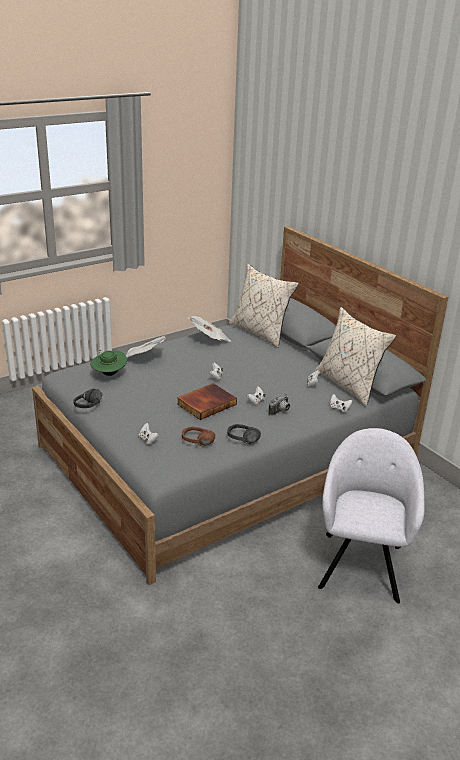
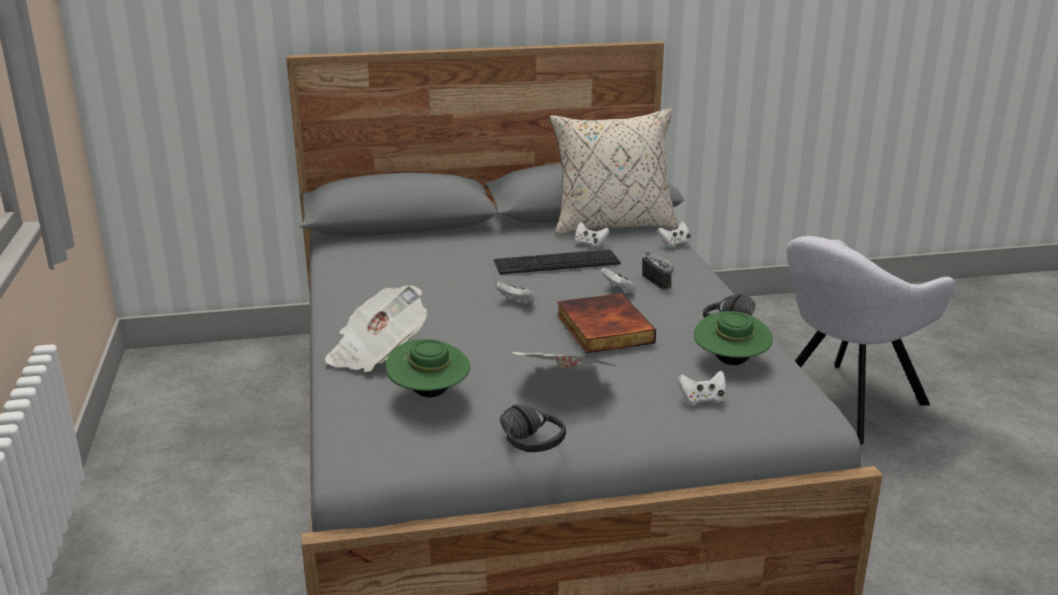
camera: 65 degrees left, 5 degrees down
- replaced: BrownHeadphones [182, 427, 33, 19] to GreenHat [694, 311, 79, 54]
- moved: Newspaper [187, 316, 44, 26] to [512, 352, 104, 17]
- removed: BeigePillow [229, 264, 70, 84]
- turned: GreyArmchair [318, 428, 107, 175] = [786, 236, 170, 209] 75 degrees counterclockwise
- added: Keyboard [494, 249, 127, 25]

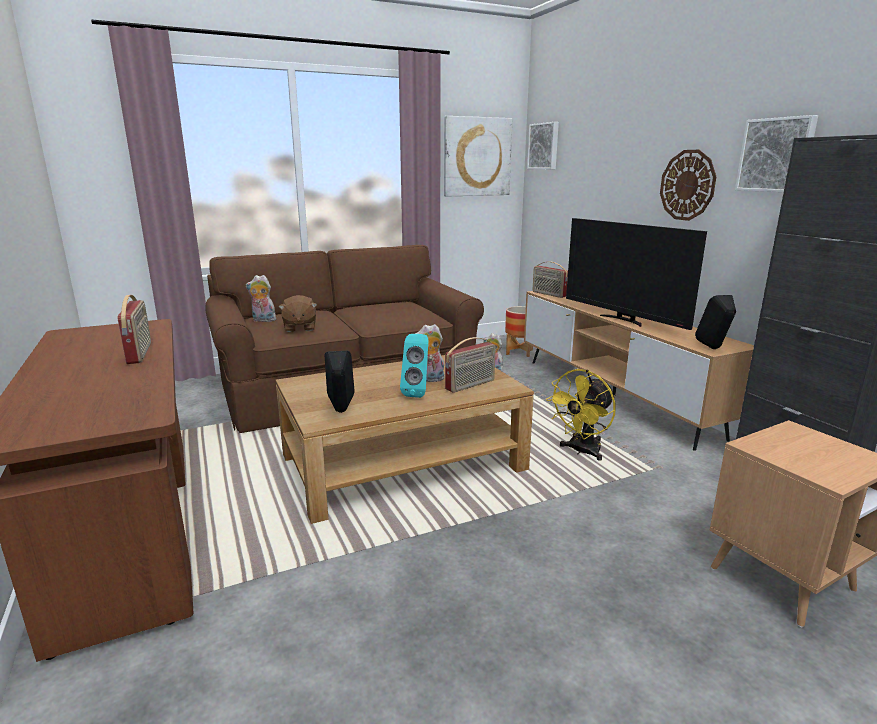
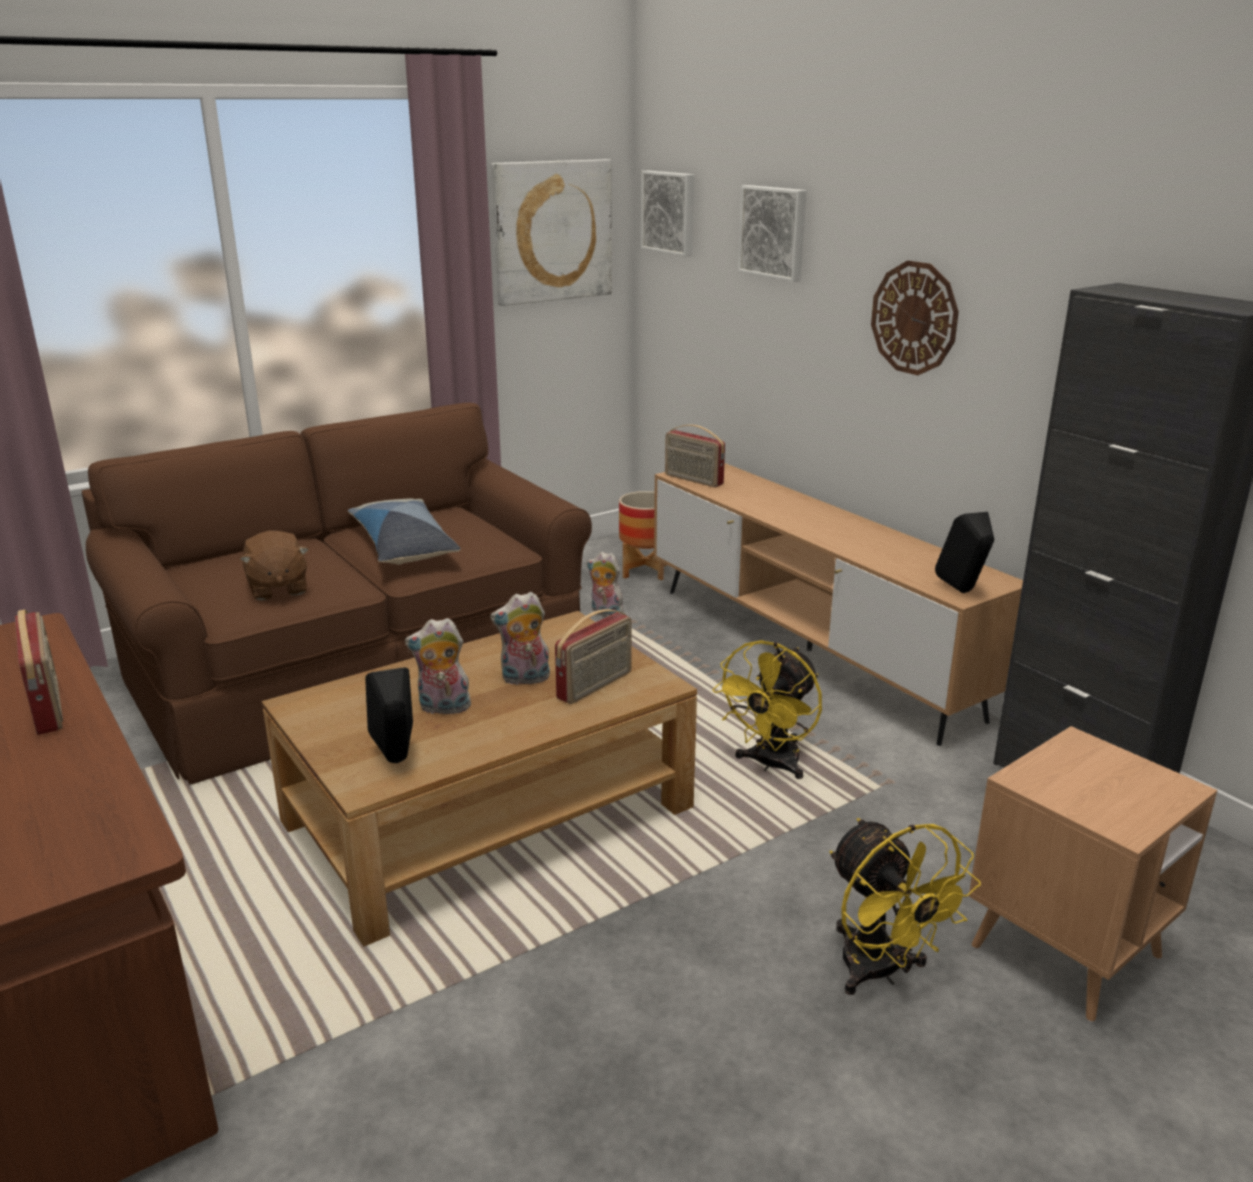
camera: 10 degrees left, 5 degrees up
- moved: PlushToy [246, 275, 30, 47] to [405, 618, 68, 99]
- removed: TurquoiseSpeaker [400, 334, 28, 64]
- removed: Television [566, 218, 141, 112]
- moved: Picture [735, 115, 83, 77] to [738, 185, 68, 97]
- added: Pillow [348, 498, 113, 67]
- added: YellowFan [829, 818, 152, 177]

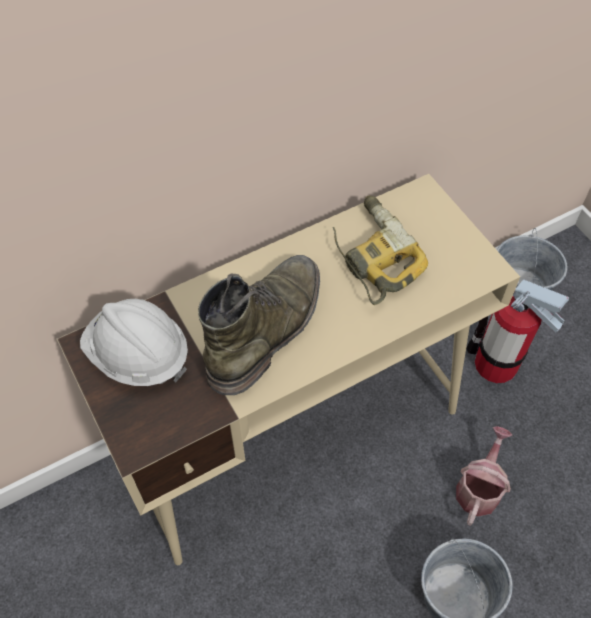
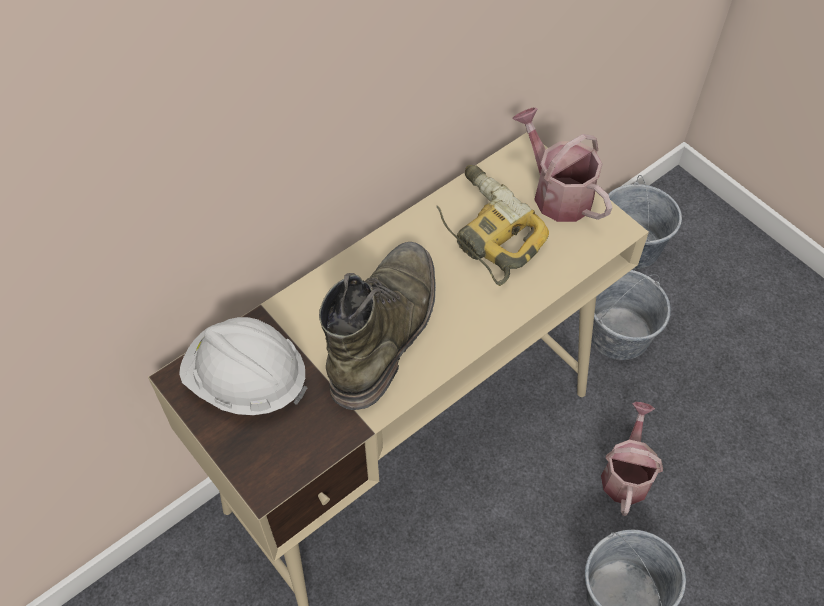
camera: 10 degrees left, 0 degrees up
- replaced: FireExtinguisher [466, 279, 103, 104] to GreyBucket [591, 270, 80, 90]
- added: WateringCan [512, 107, 101, 115]

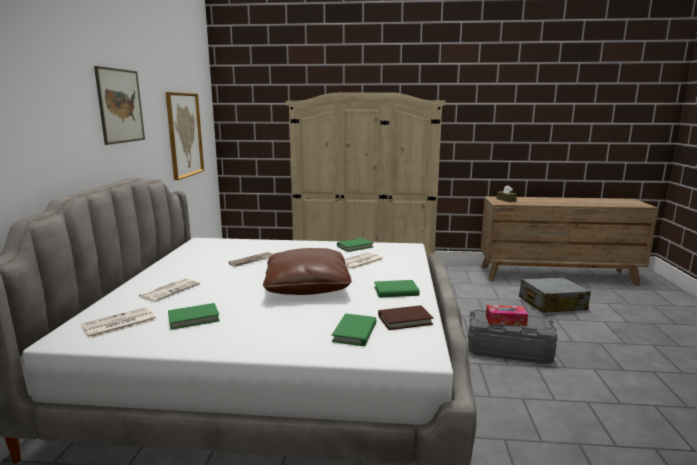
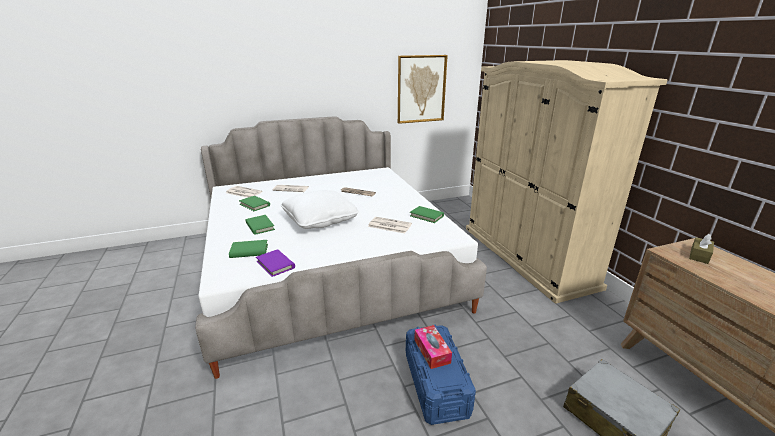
camera: 65 degrees right, 10 degrees up
- removed: Picture [94, 66, 51, 79]
- recoloured: BrownPillow [263, 248, 89, 47] to WhitePillow [281, 190, 78, 39]
- moved: GreenBook [374, 280, 46, 18] to [246, 215, 29, 20]
- recoloured: BrownBook [378, 305, 55, 25] to PurpleBook [256, 249, 39, 28]
- recoloured: GreyStorageBox [468, 309, 89, 55] to BlueStorageBox [406, 325, 70, 100]

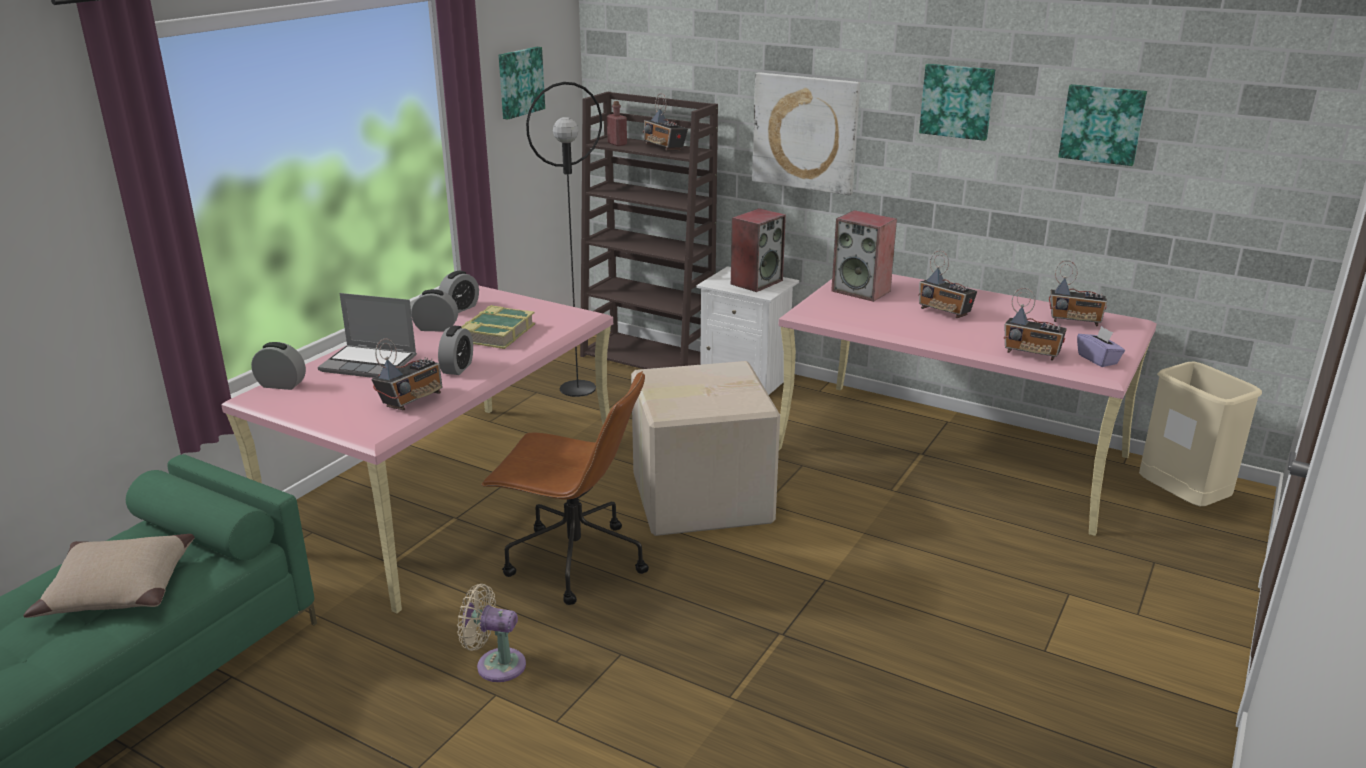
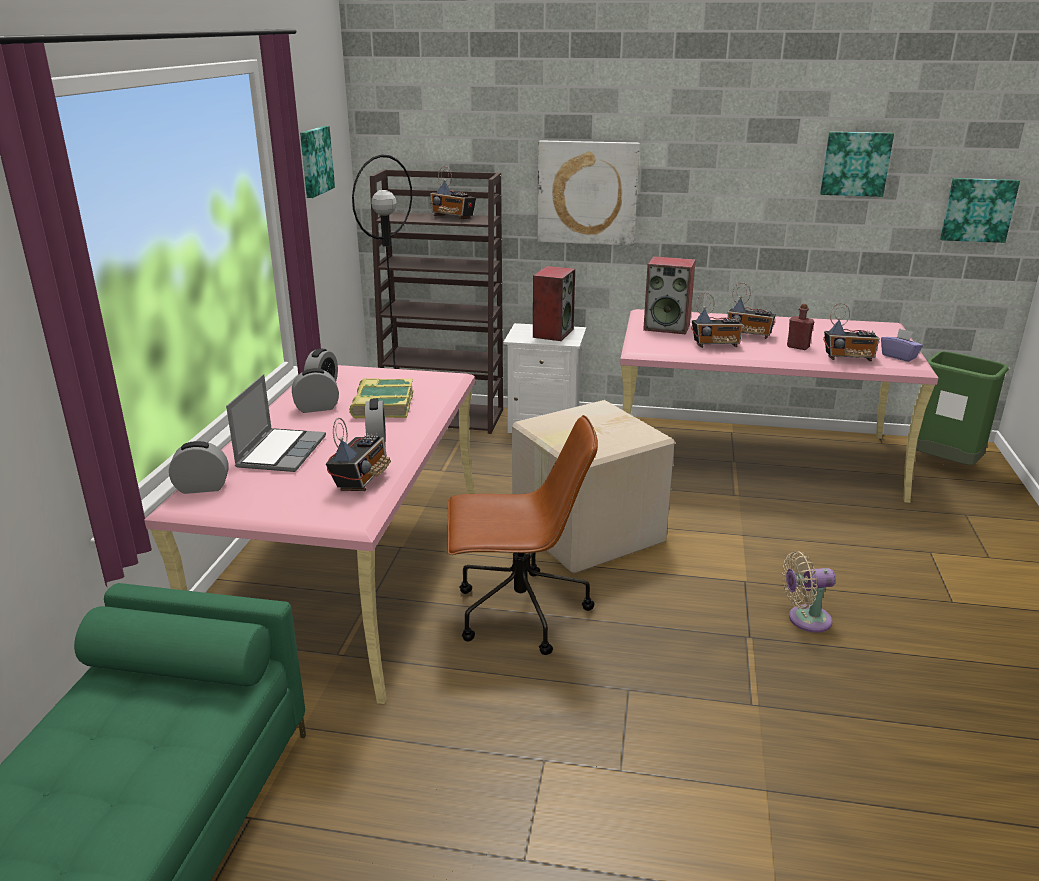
camera: 20 degrees left, 0 degrees up
- removed: BeigePillow [23, 534, 172, 84]
- turned: Laptop [318, 293, 99, 85] = [226, 374, 100, 98] 75 degrees counterclockwise
- moved: BeigeFan [457, 584, 69, 98] to [782, 551, 54, 81]
- moved: RedBottle [607, 101, 20, 45] to [787, 304, 27, 46]
- moved: Picture [919, 64, 76, 77] to [940, 178, 80, 65]
- moved: Radio [1049, 260, 58, 66] to [691, 293, 52, 55]
- recoloured: BeigeTrashCan [1139, 362, 123, 144] to GreenTrashCan [916, 351, 93, 114]

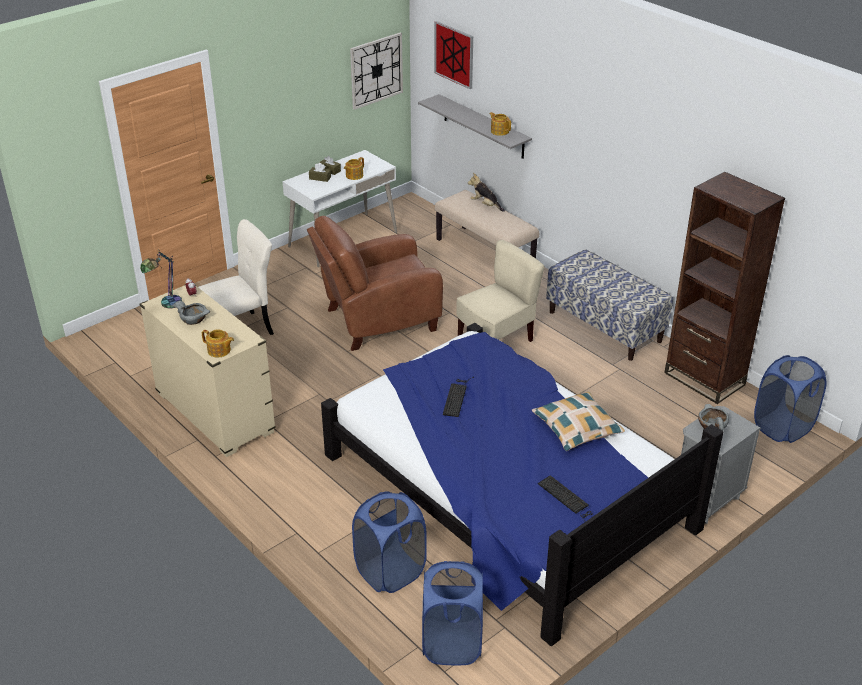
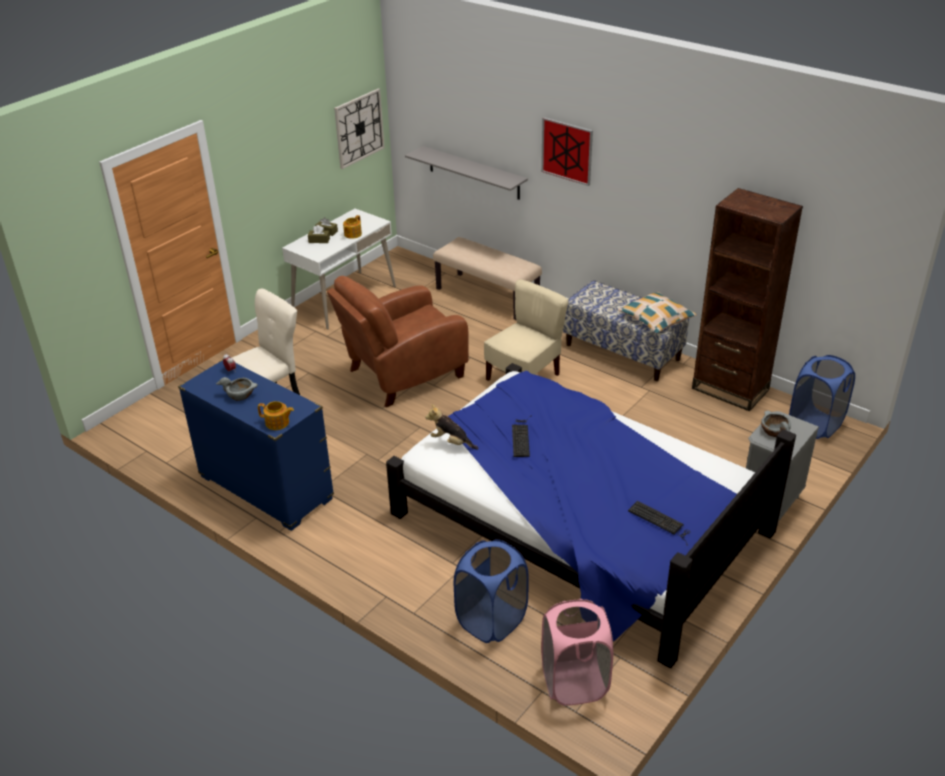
camera: 10 degrees left, 0 degrees up
- removed: TableLamp [140, 250, 42, 59]
- recoloured: BeigeDresser [140, 284, 136, 173] to BlueDresser [178, 358, 156, 173]
- recoloured: BlueLaundryBasket [422, 561, 61, 104] to PinkLaundryBasket [541, 599, 72, 107]
- moved: Picture [434, 21, 39, 68] to [541, 117, 52, 69]
- moved: PlushToy [468, 173, 37, 39] to [425, 404, 53, 46]
- removed: Teapot [489, 112, 22, 24]
- moved: Pillow [532, 392, 93, 59] to [618, 292, 79, 42]

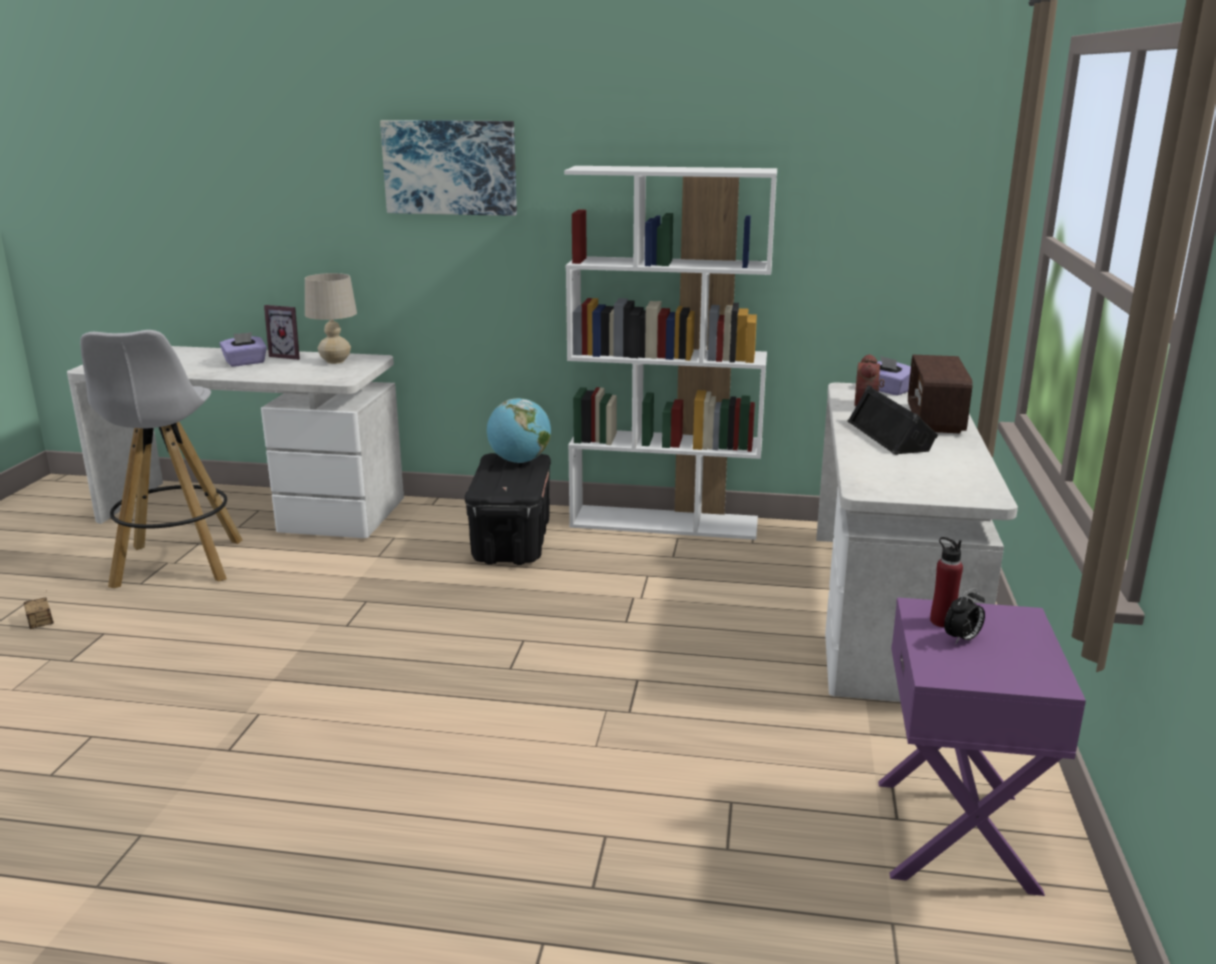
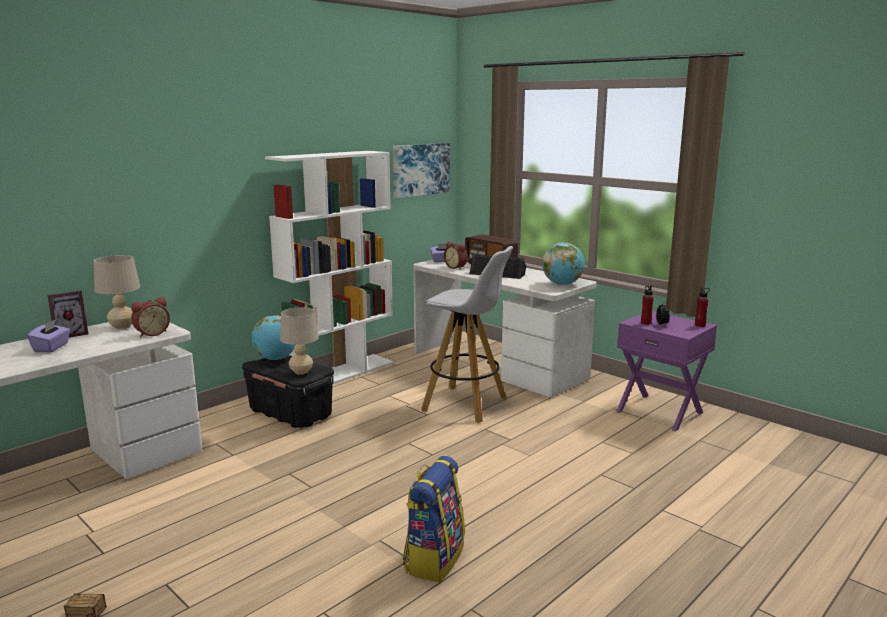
camera: 55 degrees left, 5 degrees down
- moved: WhiteStool [80, 330, 163, 258] to [421, 246, 92, 177]
- moved: Picture [380, 120, 137, 96] to [393, 143, 57, 55]
- added: AlarmClock [131, 297, 39, 41]
- added: BeigeTableLamp [280, 307, 39, 68]
- added: Backpack [403, 456, 62, 126]
- added: Globe [542, 243, 43, 42]
- added: RedBottle [695, 287, 15, 40]

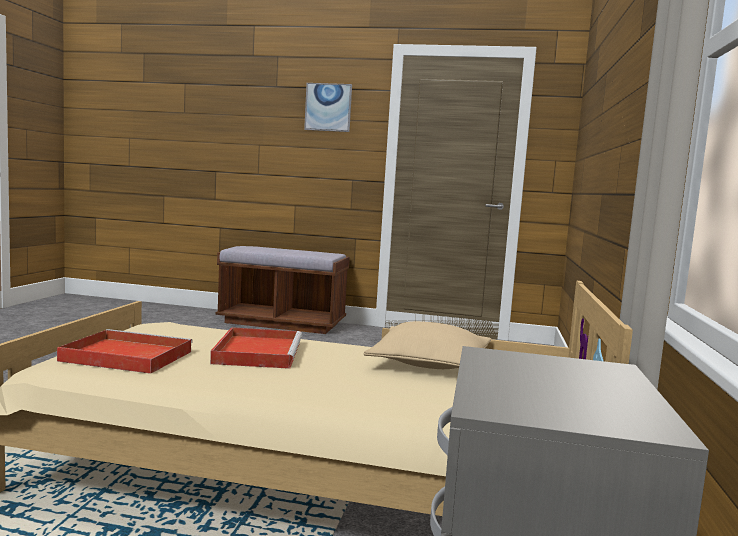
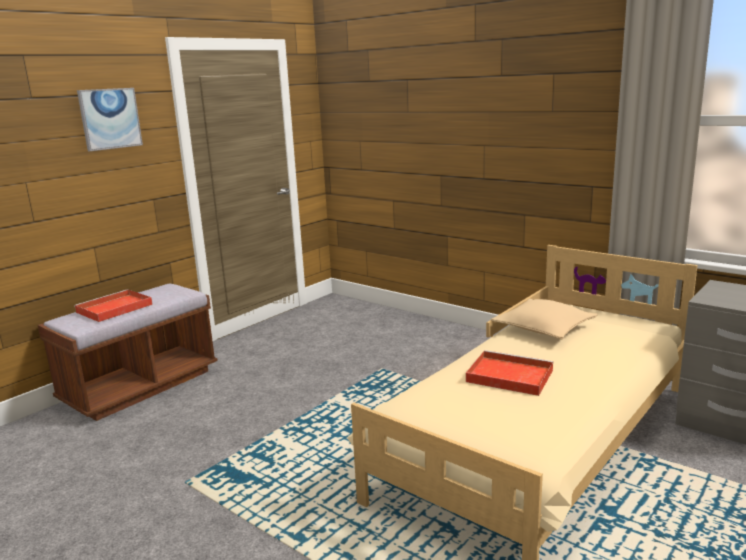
camera: 60 degrees left, 10 degrees up
- moved: RedTray [57, 329, 136, 45] to [74, 289, 79, 33]

